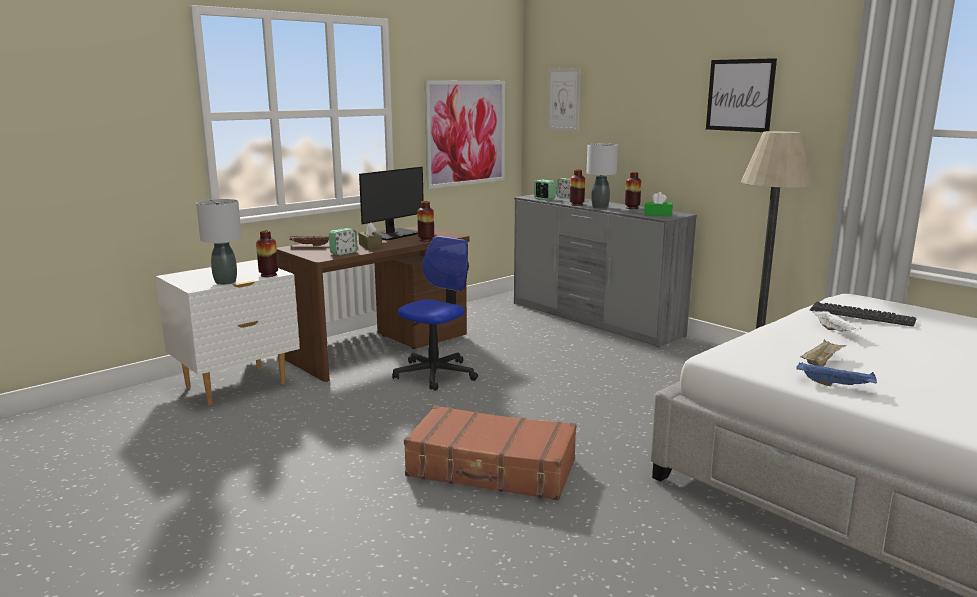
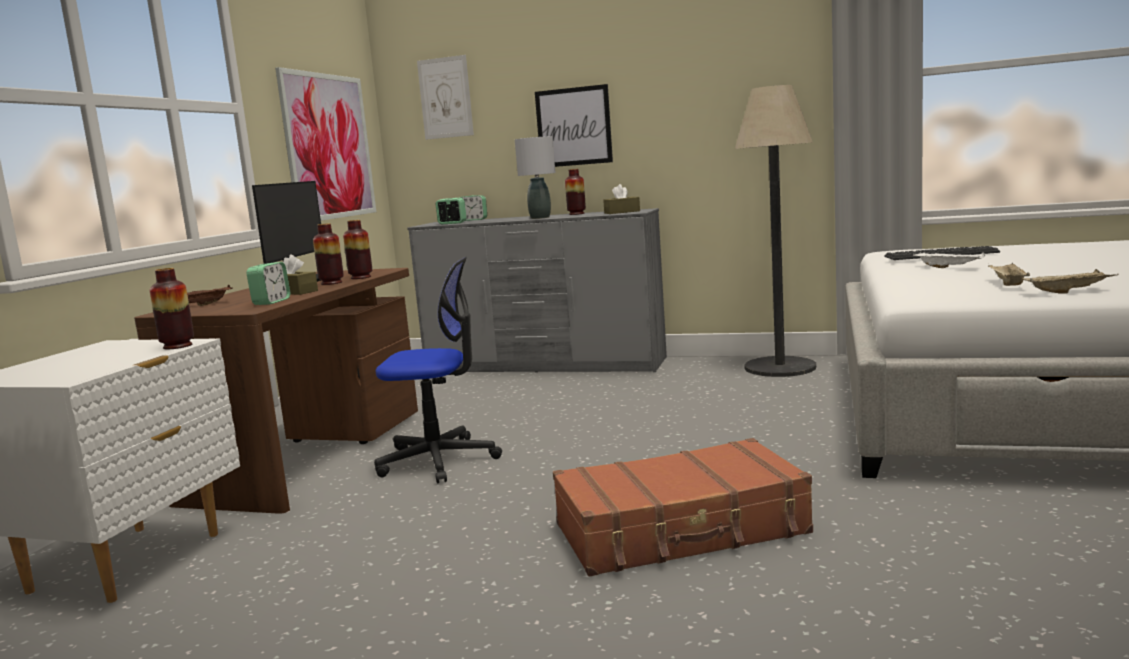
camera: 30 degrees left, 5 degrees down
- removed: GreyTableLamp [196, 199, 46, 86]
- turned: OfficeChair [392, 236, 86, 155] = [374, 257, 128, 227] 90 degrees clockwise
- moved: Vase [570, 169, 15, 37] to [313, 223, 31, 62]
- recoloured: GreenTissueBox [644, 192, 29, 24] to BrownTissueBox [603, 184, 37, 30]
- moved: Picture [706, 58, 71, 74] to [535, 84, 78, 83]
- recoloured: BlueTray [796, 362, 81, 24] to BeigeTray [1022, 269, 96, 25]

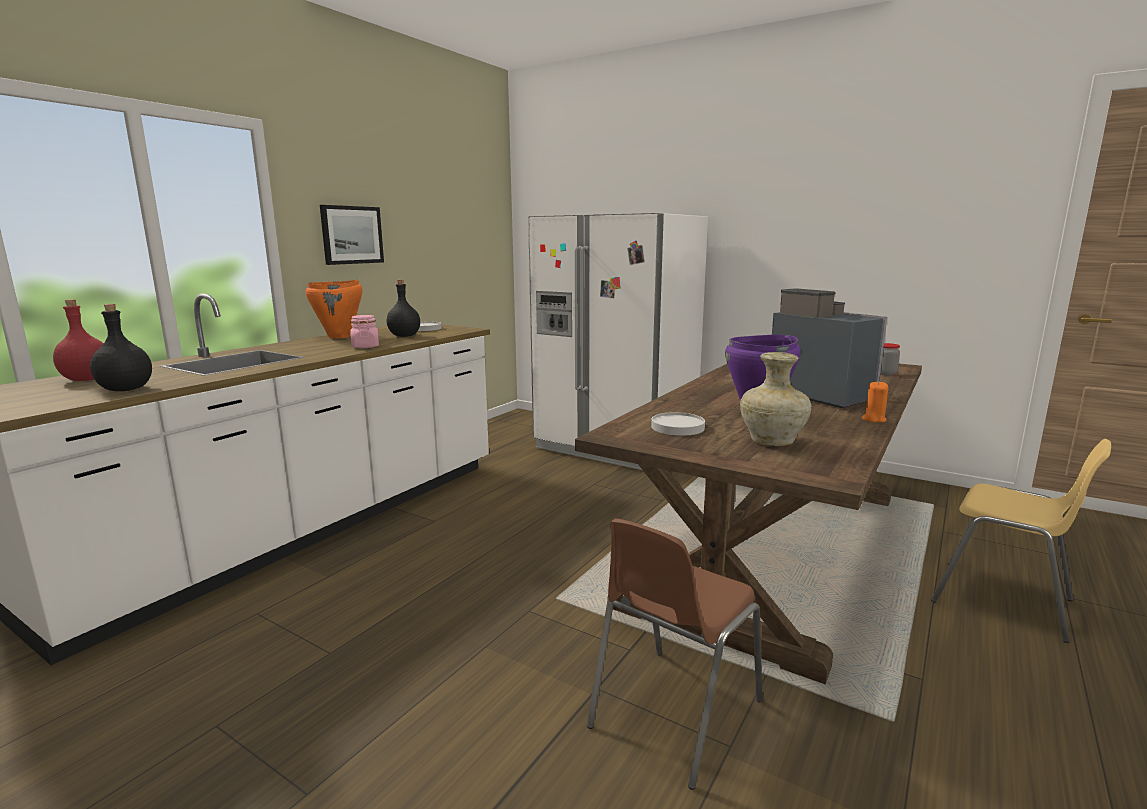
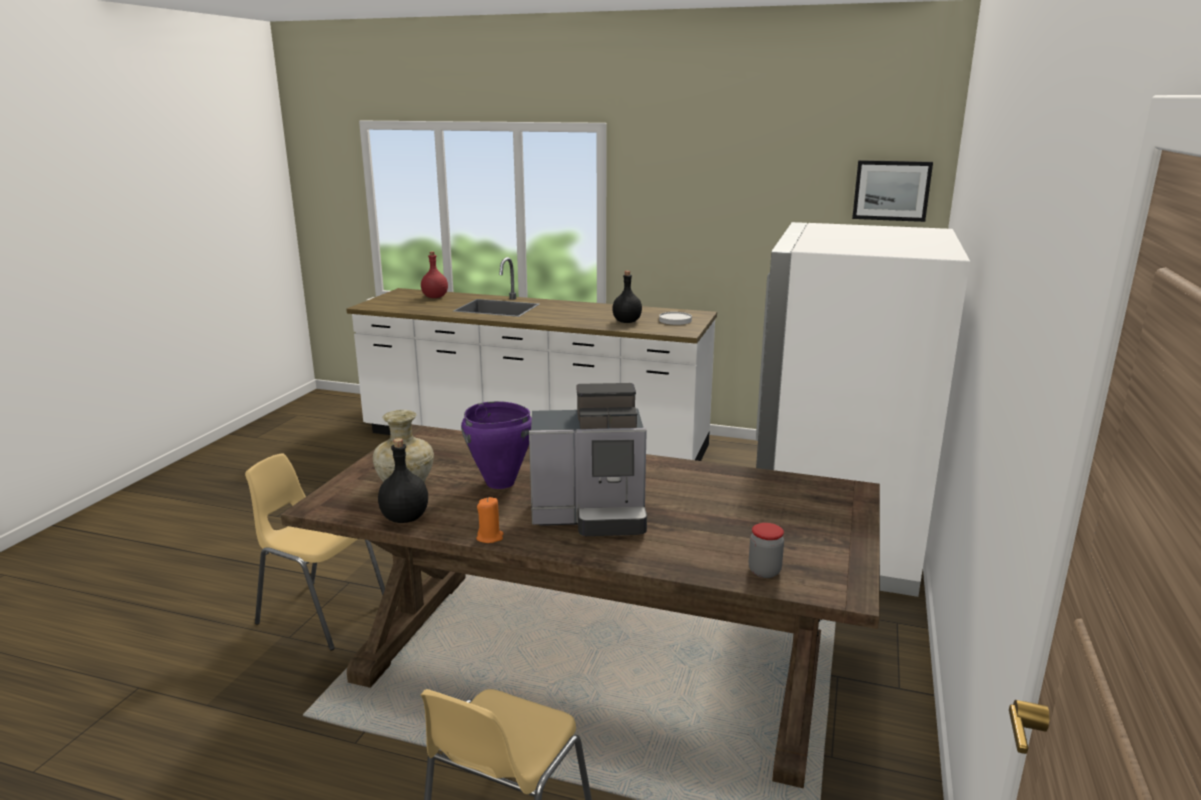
camera: 75 degrees right, 5 degrees up
- moved: BlackBottle [90, 304, 62, 87] to [378, 438, 50, 85]
- removed: OrangeCookingPot [306, 280, 57, 59]
- moved: Picture [320, 205, 64, 60] to [852, 160, 81, 62]
- removed: PinkJar [350, 315, 29, 33]
- recoloured: BrownChair [587, 518, 176, 272] to YellowChair [245, 453, 140, 197]
- removed: WhitePlate [651, 412, 54, 24]
- turned: CoffeeMachine [772, 288, 115, 120] = [529, 383, 118, 153] 45 degrees clockwise

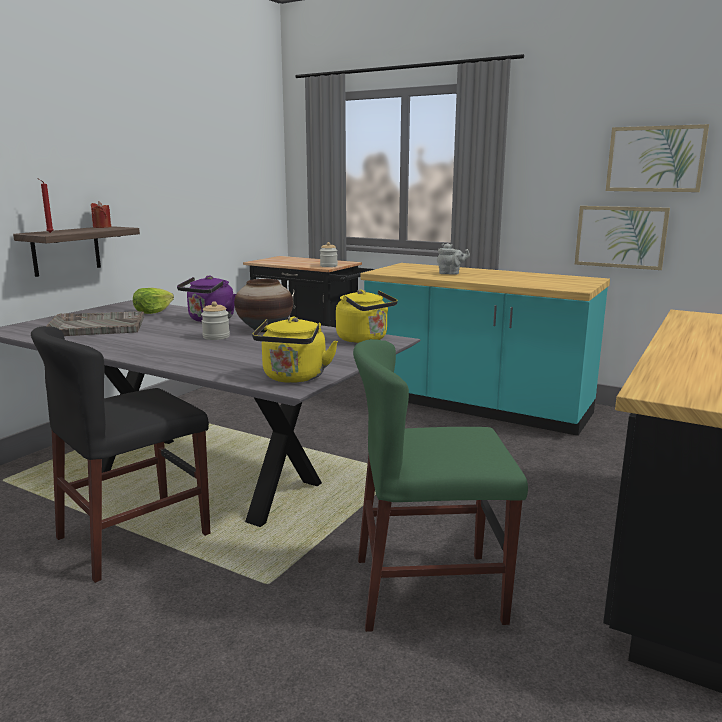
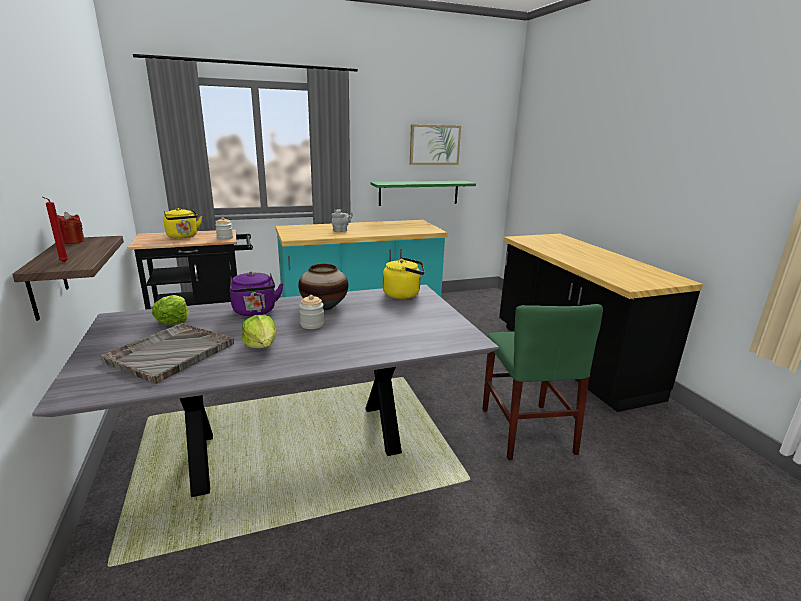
camera: 50 degrees left, 5 degrees up
- removed: BlackChair [31, 326, 179, 257]
- moved: YellowKettle [252, 316, 86, 67] to [163, 208, 39, 31]
- turned: GreenChair [353, 339, 175, 293] = [482, 304, 121, 156] 45 degrees counterclockwise
- replaced: Picture [575, 206, 95, 64] to GreenShelf [370, 181, 106, 25]
- added: Lettuce [242, 315, 35, 33]

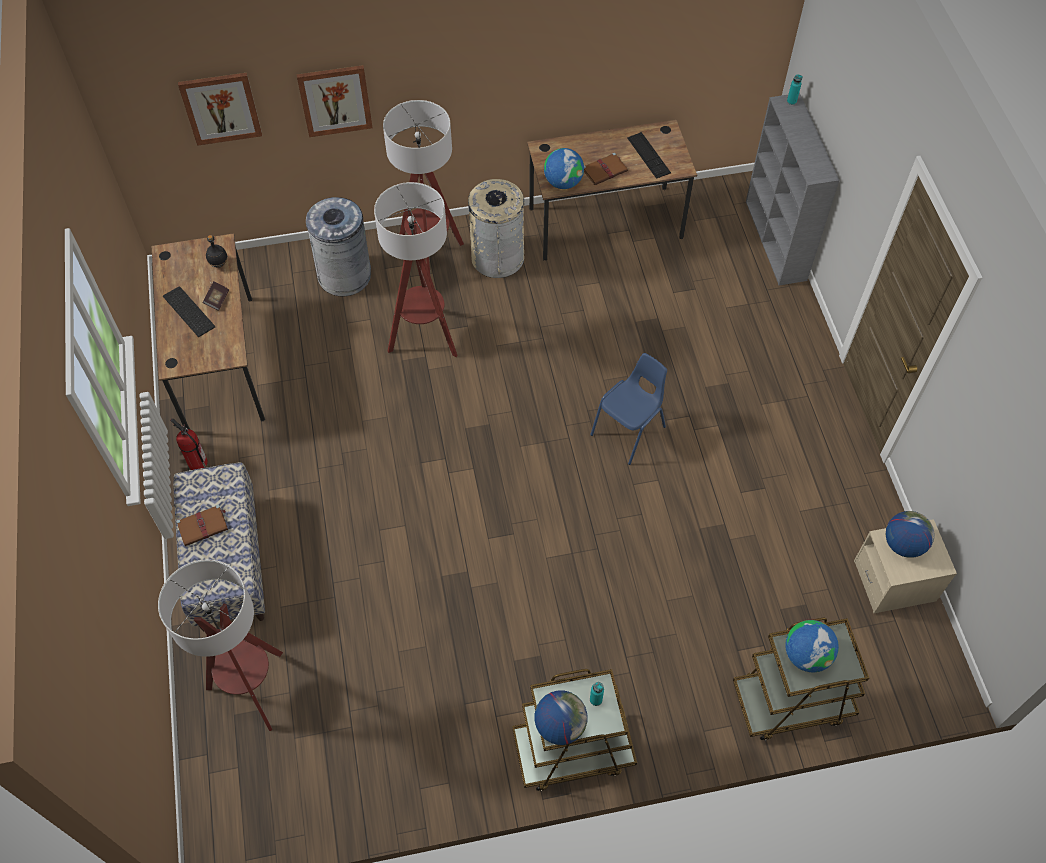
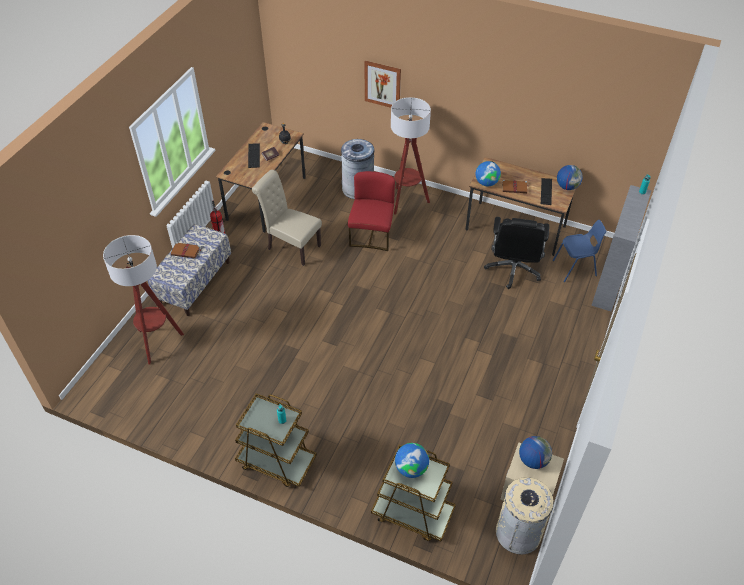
camera: 35 degrees right, 10 degrees down
- removed: Picture [178, 73, 84, 73]
- replaced: FloorLamp [374, 182, 84, 175] to RedChair [348, 171, 47, 80]
- moved: BeigeTrashCan [468, 179, 56, 99] to [496, 477, 58, 77]
- moved: Globe [534, 690, 53, 55] to [557, 165, 26, 25]
- moved: BlueChair [590, 353, 77, 112] to [553, 220, 53, 62]
- added: BeigeChair [252, 170, 70, 96]
- added: BlackOfficeChair [484, 217, 66, 72]

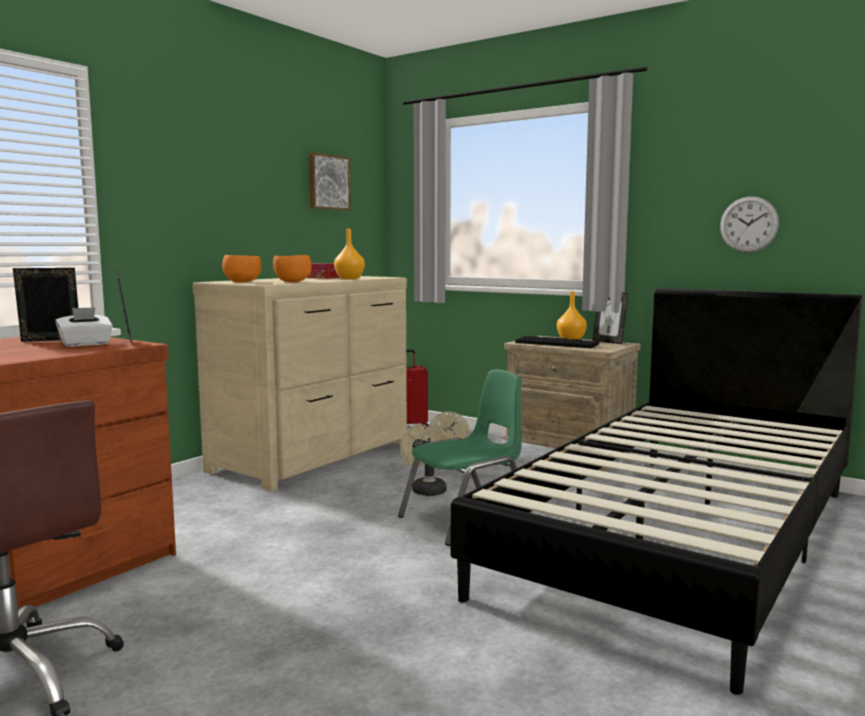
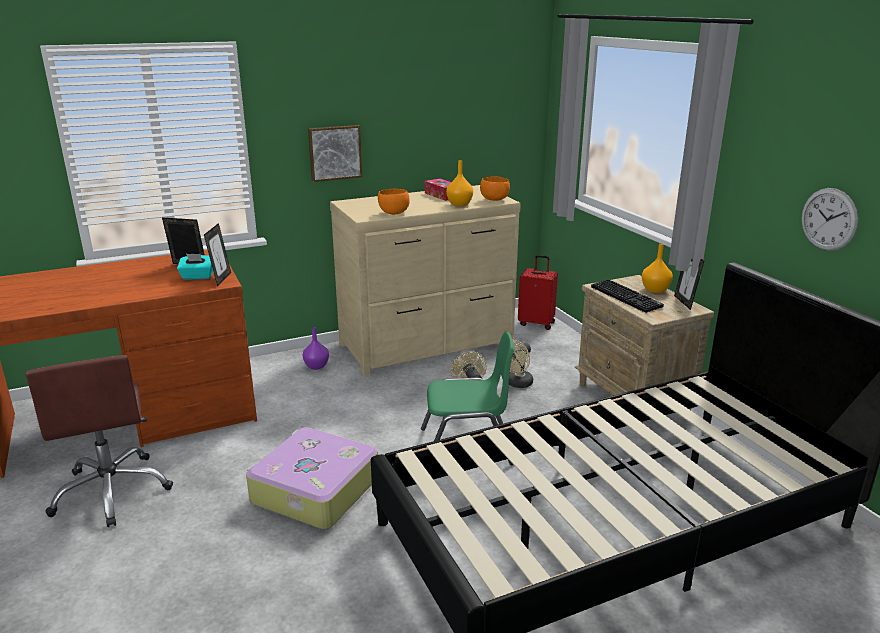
camera: 30 degrees right, 15 degrees up
- recoloured: WhiteTissueBox [55, 307, 58, 40] to TurquoiseTissueBox [177, 254, 36, 26]
- moved: OrangeBowl [222, 255, 40, 28] to [480, 177, 30, 24]
- moved: Picture [309, 152, 42, 58] to [308, 125, 54, 57]
- added: Suitcase [246, 427, 132, 102]
- added: PurpleVase [303, 327, 26, 43]

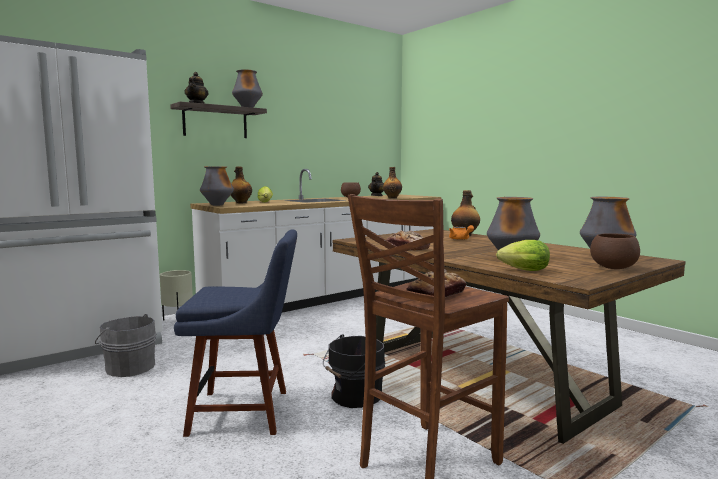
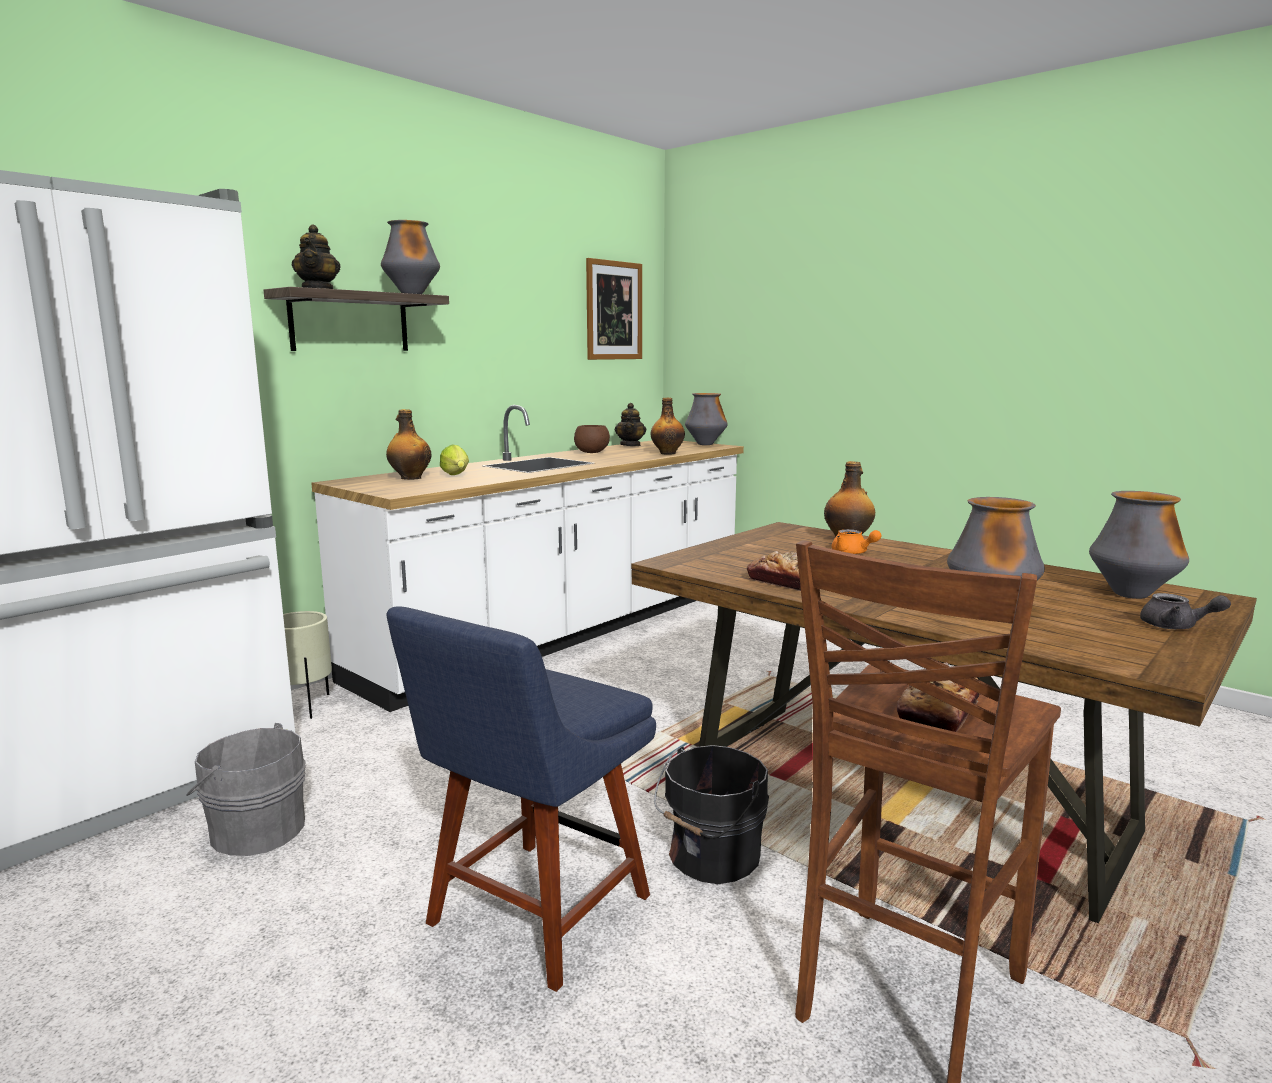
camera: 10 degrees left, 5 degrees up
- turned: BlueChair [174, 229, 123, 208] = [386, 606, 270, 386] 135 degrees clockwise
- moved: Vase [200, 166, 34, 40] to [685, 393, 43, 52]
- removed: Lettuce [496, 240, 54, 31]
- replaced: BrownBowl [590, 233, 50, 36] to GreyTeapot [1140, 593, 91, 36]
- added: Picture [586, 258, 56, 102]

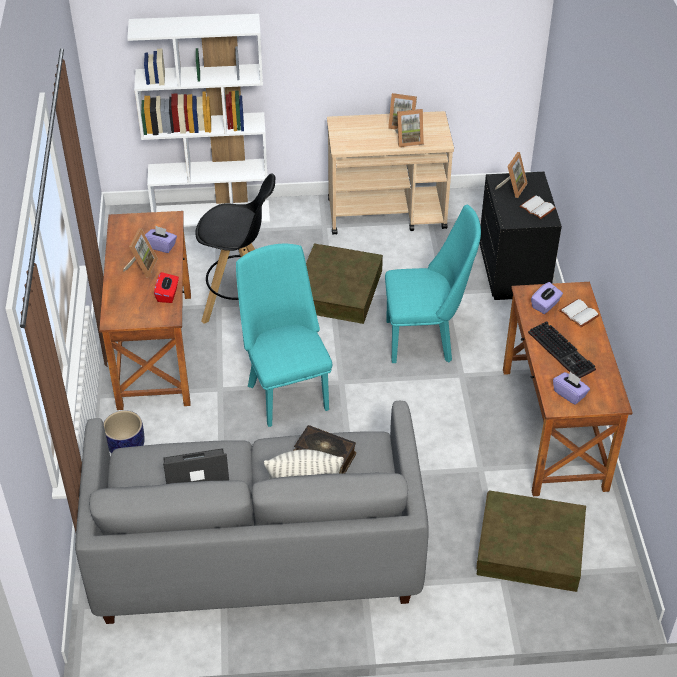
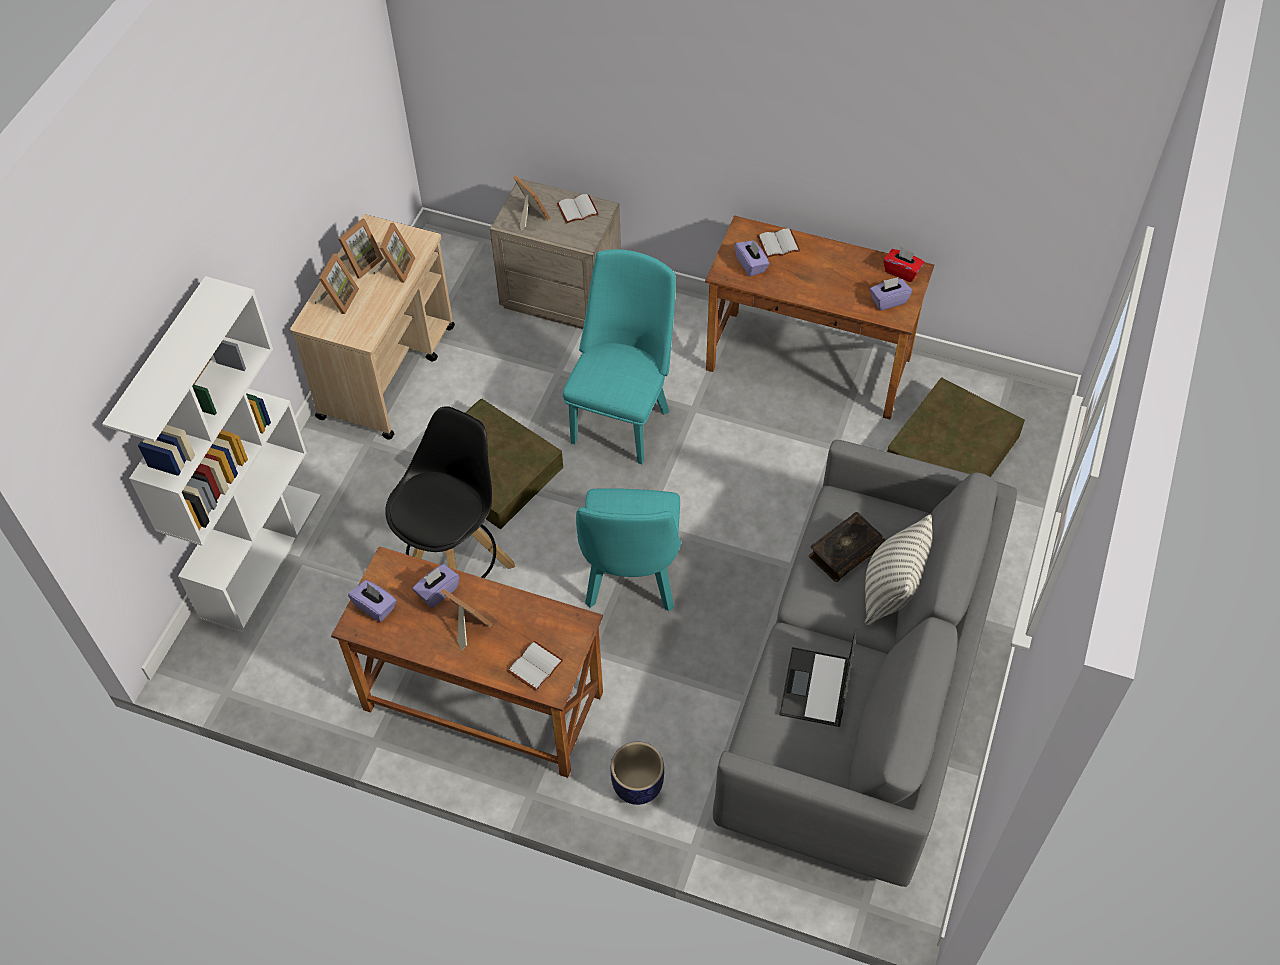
camera: 65 degrees left, 10 degrees up
- moved: RedTissueBox [154, 272, 25, 31] to [884, 247, 40, 35]
- turned: TurquoiseChair [236, 244, 96, 183] = [576, 488, 105, 123] 90 degrees counterclockwise
- recoloured: BlackNightstand [479, 172, 83, 128] to BeigeNightstand [490, 179, 131, 150]
- removed: Keyboard [528, 321, 68, 57]
- added: PictureFrame [315, 253, 44, 61]
- added: PurpleTissueBox [348, 580, 49, 42]
- added: WhiteBook [507, 641, 56, 50]

